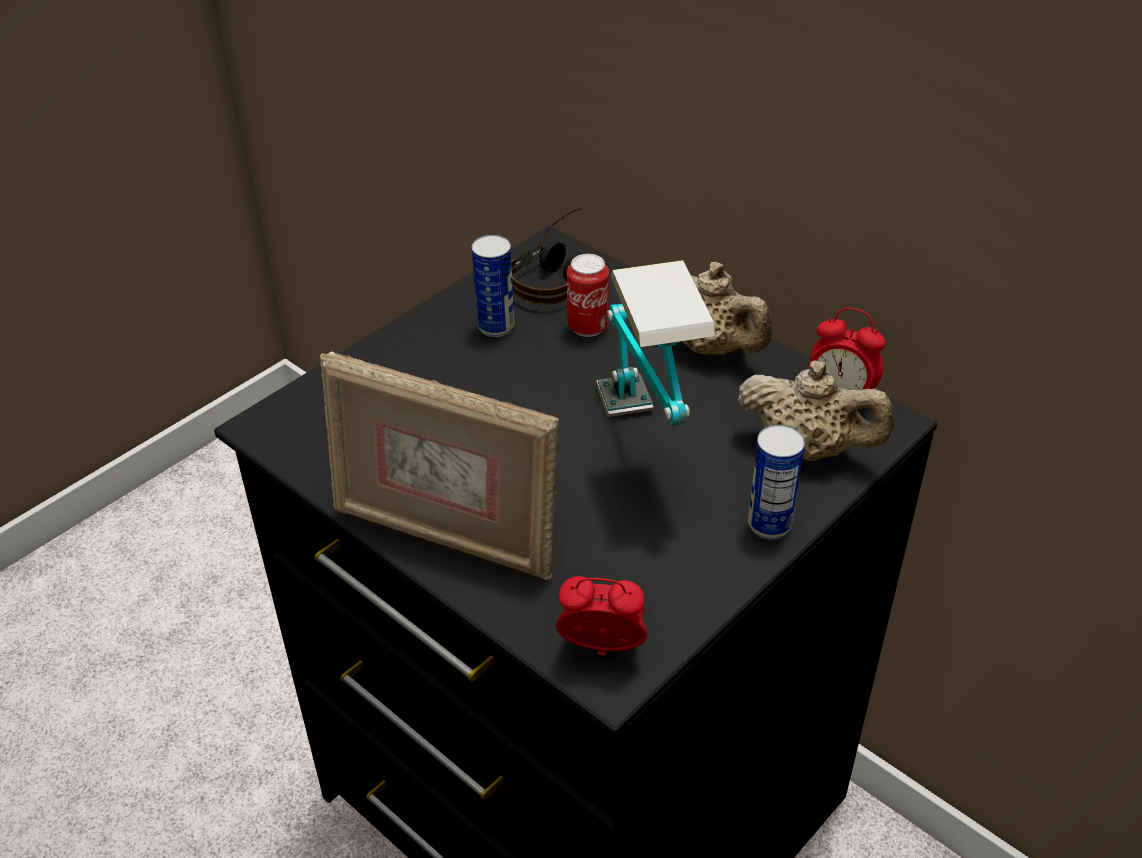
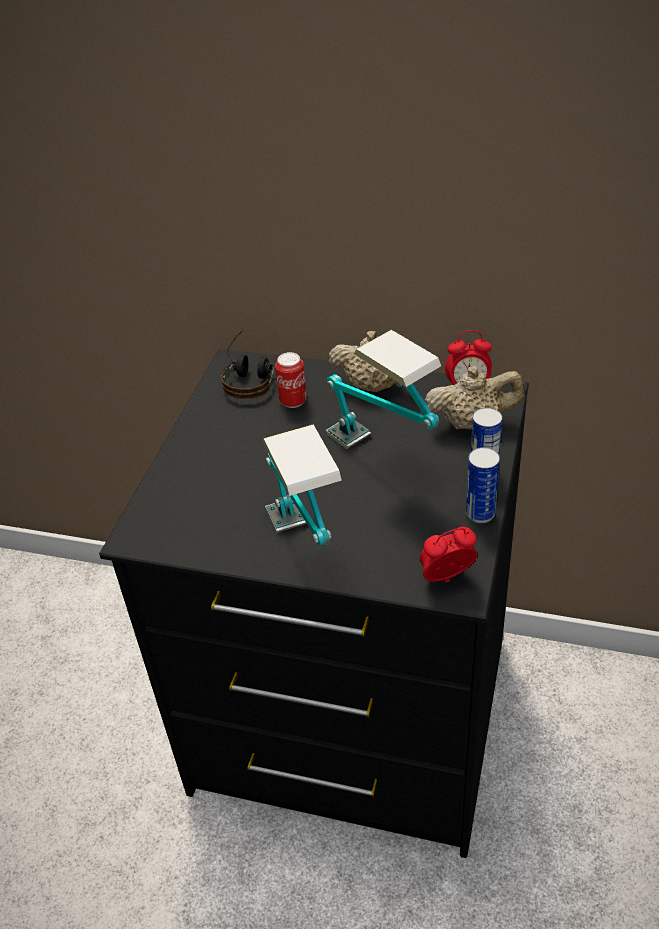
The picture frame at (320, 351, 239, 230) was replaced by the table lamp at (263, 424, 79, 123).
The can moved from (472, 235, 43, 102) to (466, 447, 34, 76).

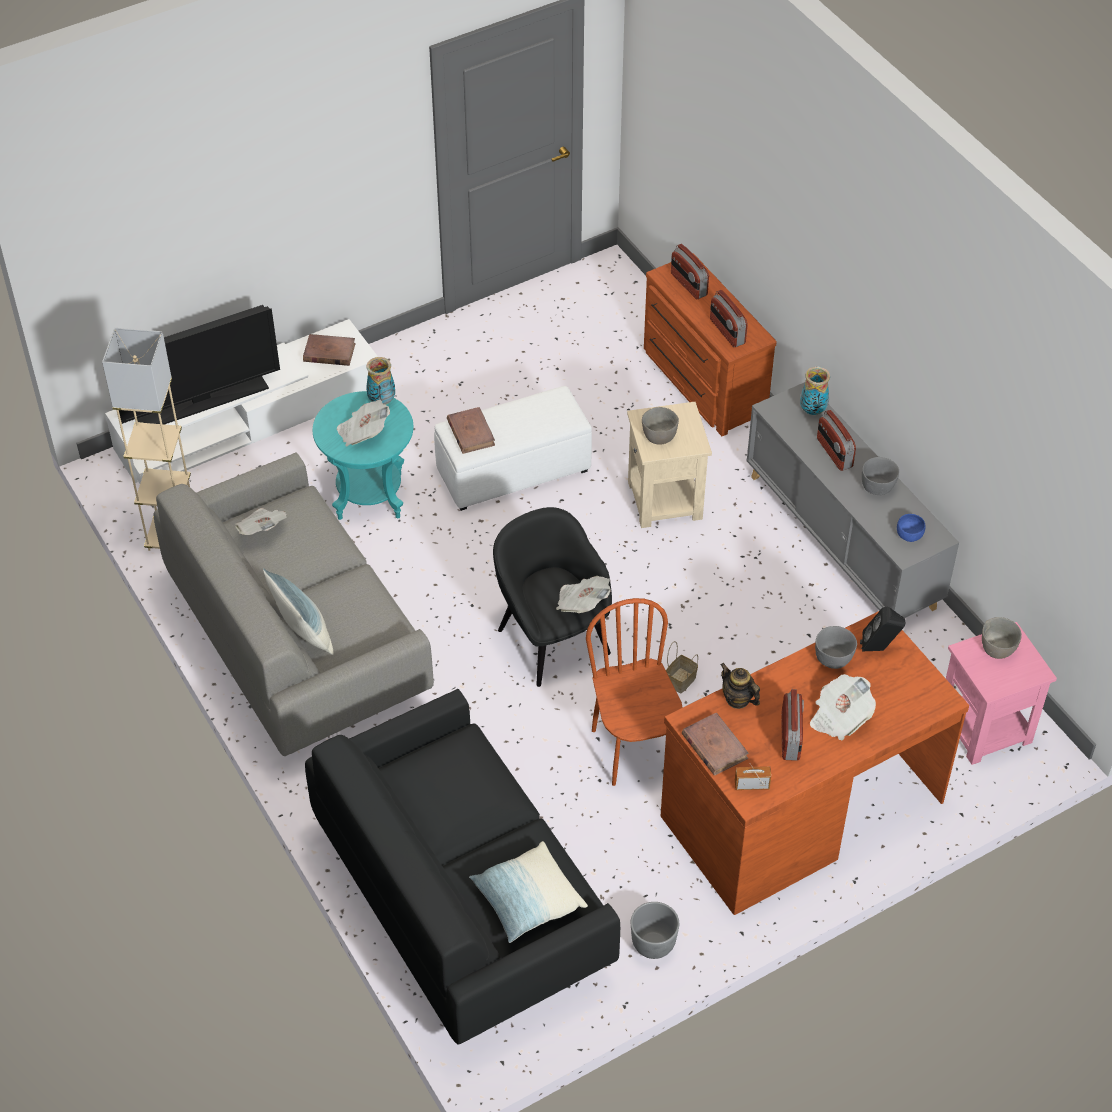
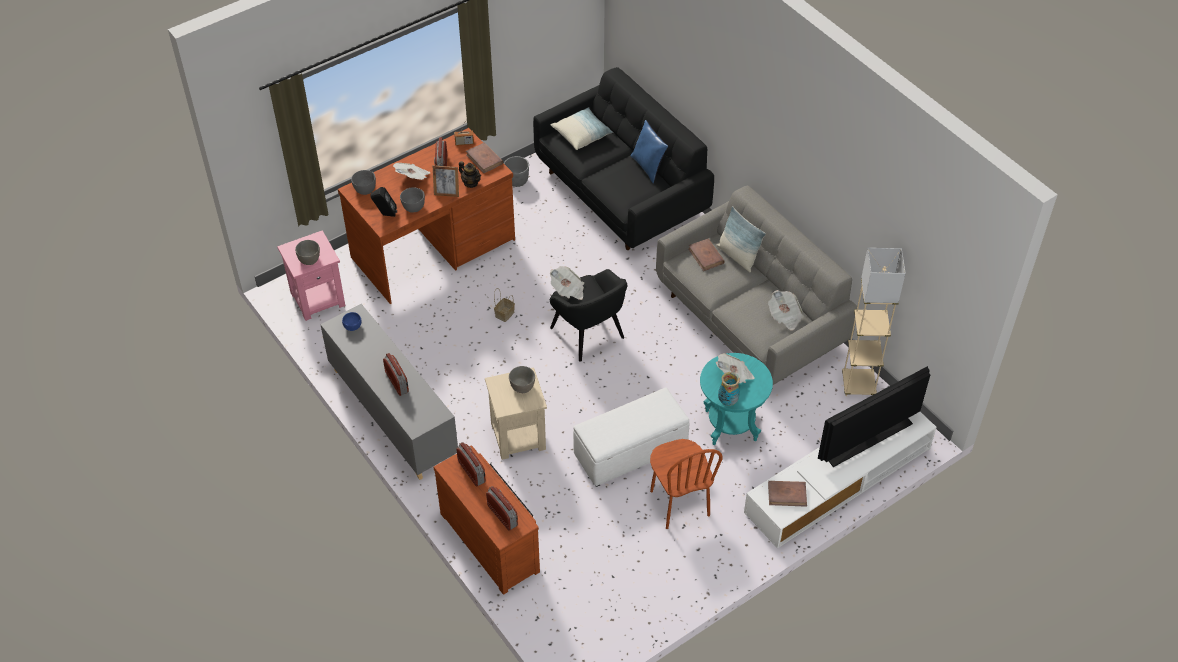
The book (brown) moved from (447, 407, 48, 47) to (688, 238, 37, 33).
The chair (brown) moved from (586, 598, 97, 188) to (650, 439, 72, 90).
The vase at (800, 367, 30, 48) disappeared.
The bowl (grey) moved from (862, 457, 37, 38) to (351, 170, 25, 25).
The picture frame at (433, 165, 26, 32) appeared.
The pillow (blue) at (631, 120, 37, 64) appeared.

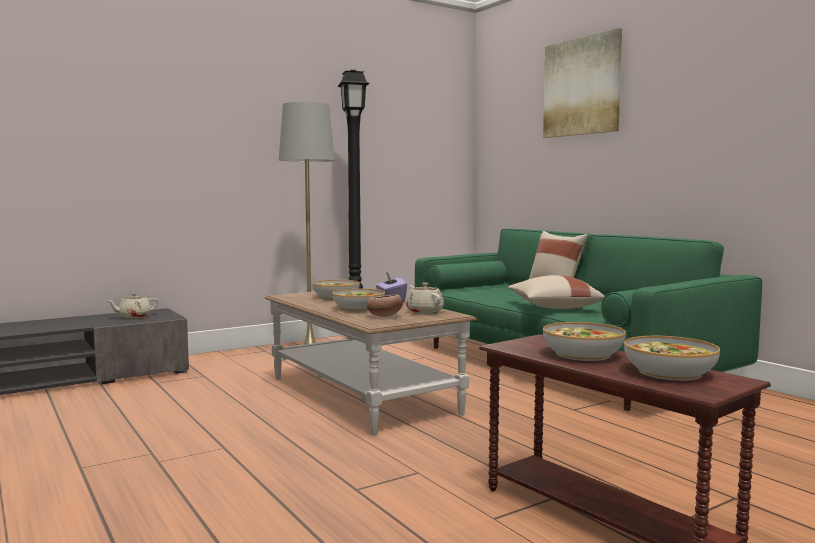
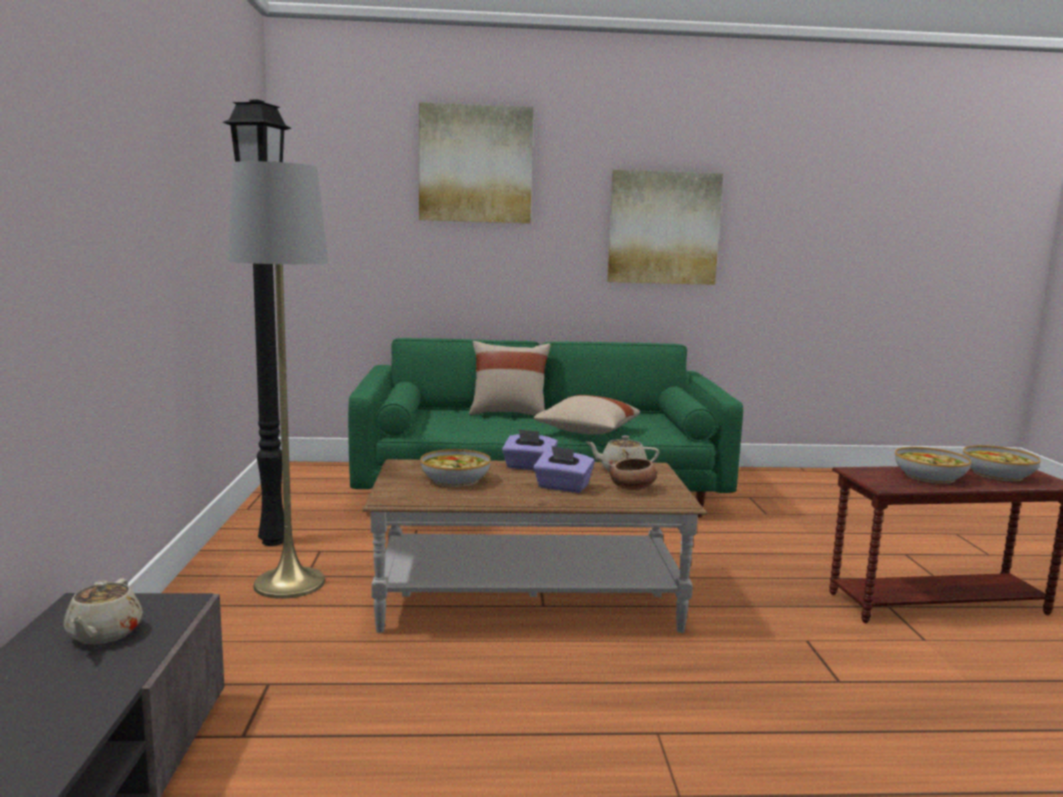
The bowl at (332, 288, 53, 24) was replaced by the tissue box (purple) at (533, 446, 62, 47).
The picture at (607, 170, 116, 115) appeared.

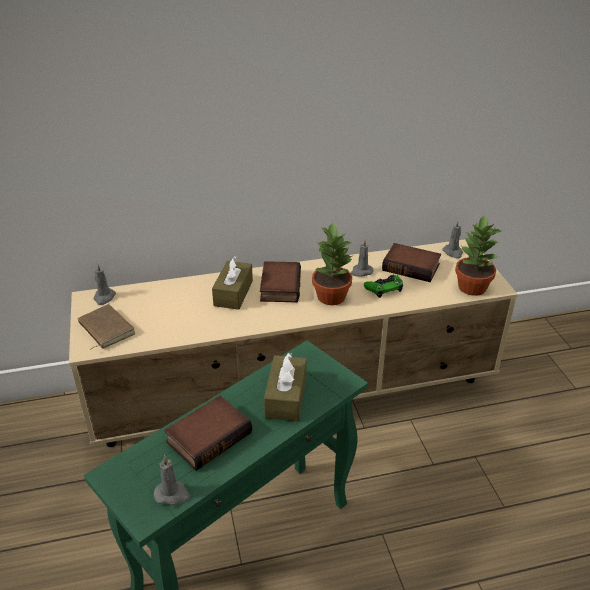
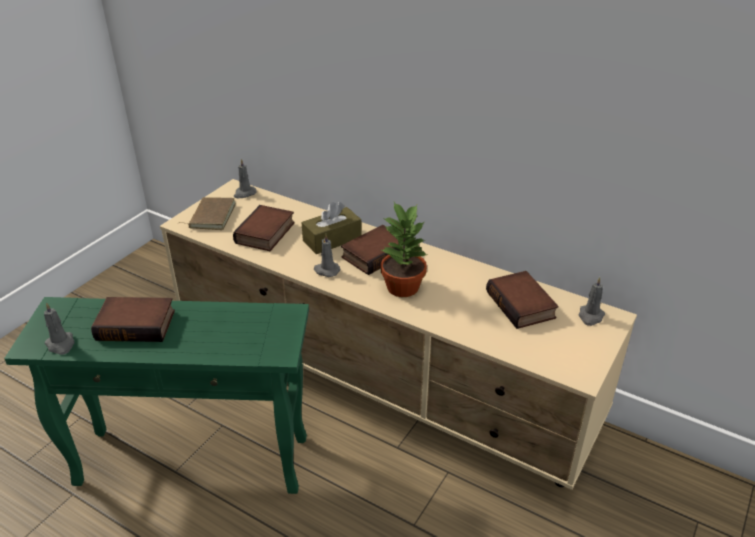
The tissue box (brown) at (264, 353, 43, 68) disappeared.
The candle (grey) moved from (351, 239, 23, 38) to (314, 233, 27, 44).
The game controller (green) at (364, 275, 39, 23) disappeared.
The potted plant at (455, 214, 48, 82) disappeared.
The book at (233, 205, 61, 46) appeared.

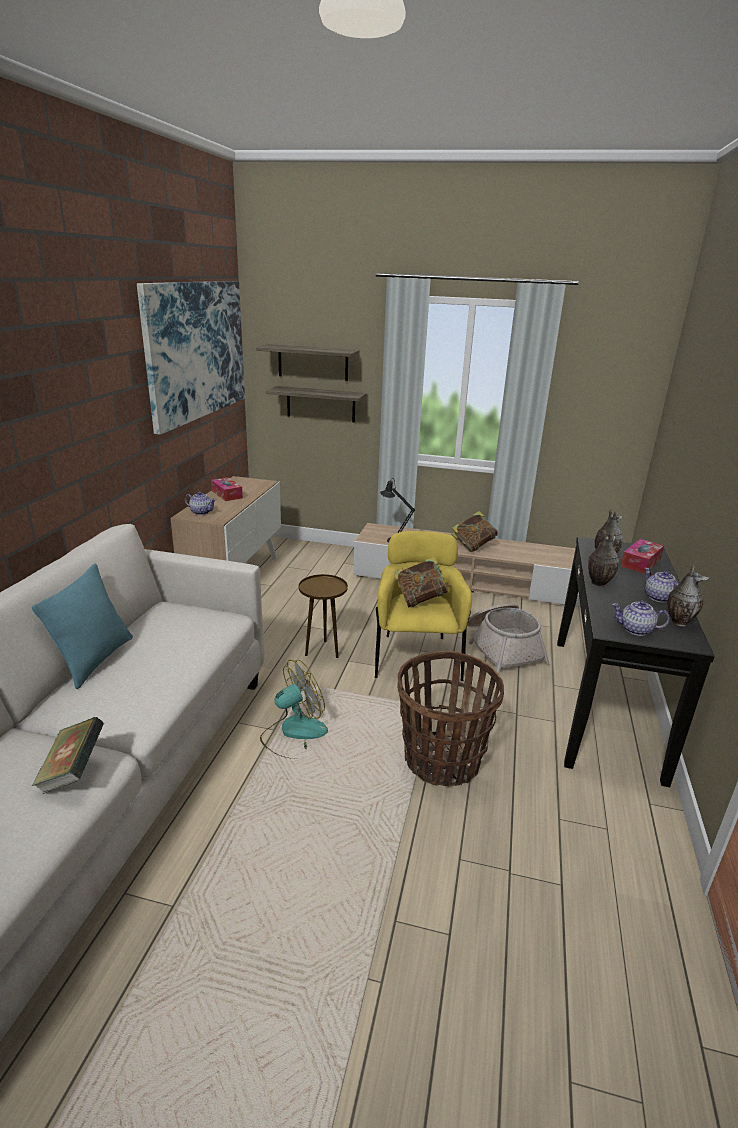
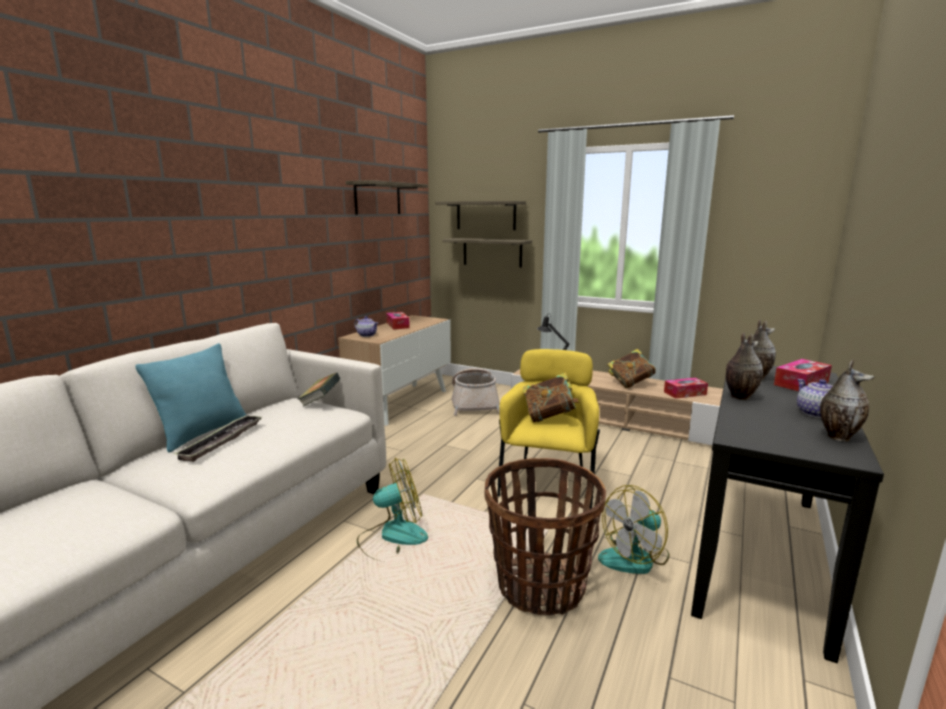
The book moved from (32, 717, 72, 77) to (298, 373, 42, 33).
The picture at (137, 281, 108, 154) was replaced by the shelf at (346, 180, 82, 35).
The side table (brown) at (299, 574, 49, 84) disappeared.
The basket moved from (467, 603, 82, 71) to (451, 368, 49, 48).
The teapot at (612, 601, 58, 35) disappeared.
The tray at (174, 415, 88, 47) appeared.
The fan at (598, 485, 71, 89) appeared.
The tissue box at (664, 378, 44, 20) appeared.

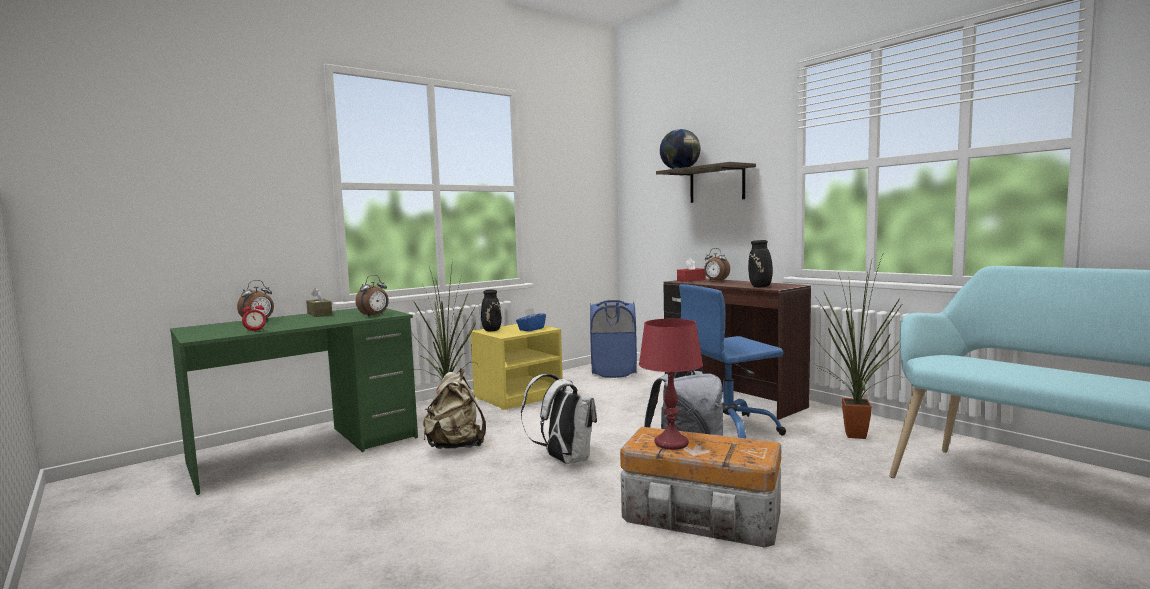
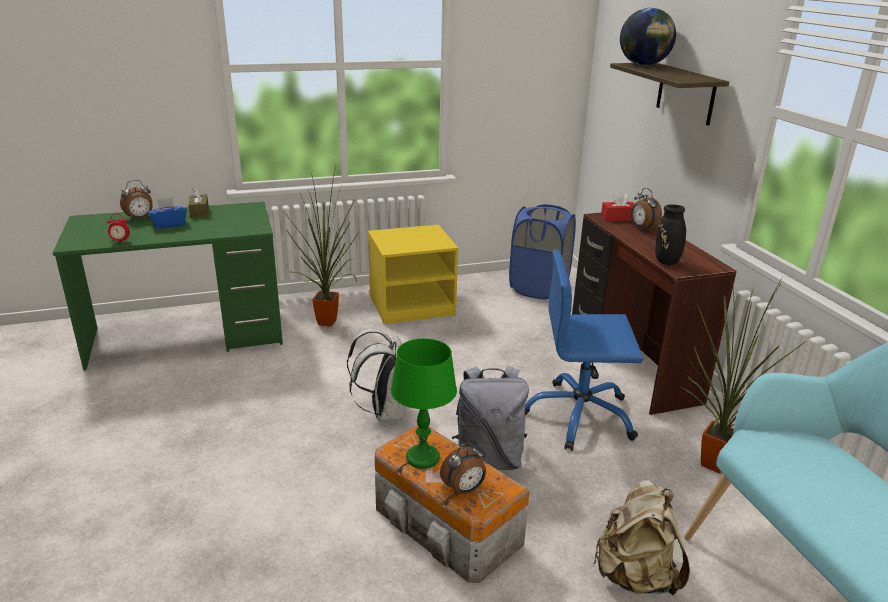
The alarm clock moved from (356, 275, 33, 42) to (440, 441, 46, 54).
The backpack (beige) moved from (423, 368, 63, 81) to (593, 480, 97, 115).
The vase (black) at (481, 290, 21, 42) disappeared.
The tissue box (blue) moved from (516, 308, 30, 23) to (148, 197, 39, 32).
The table lamp (red) at (639, 319, 64, 131) became the table lamp (green) at (391, 338, 66, 131).

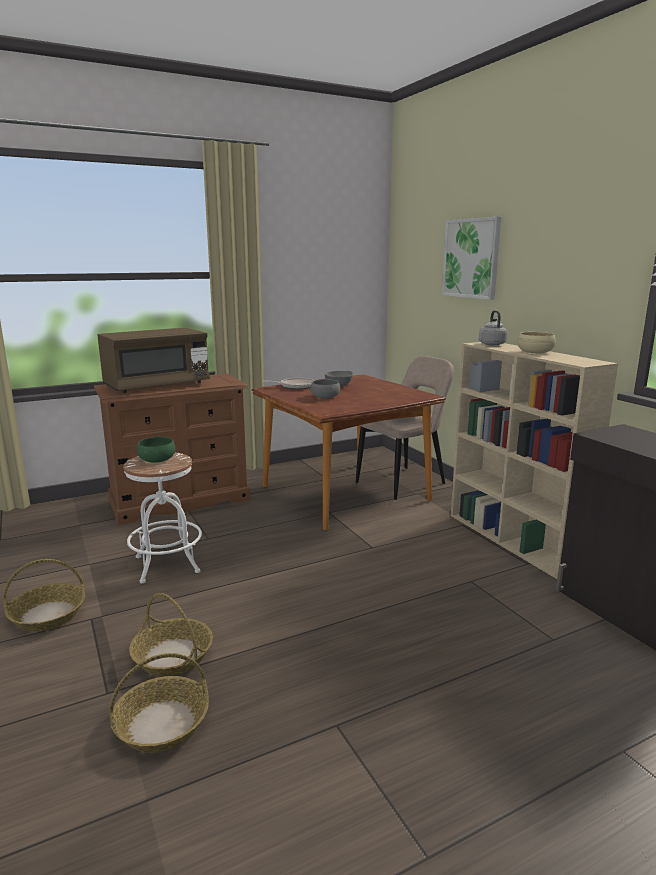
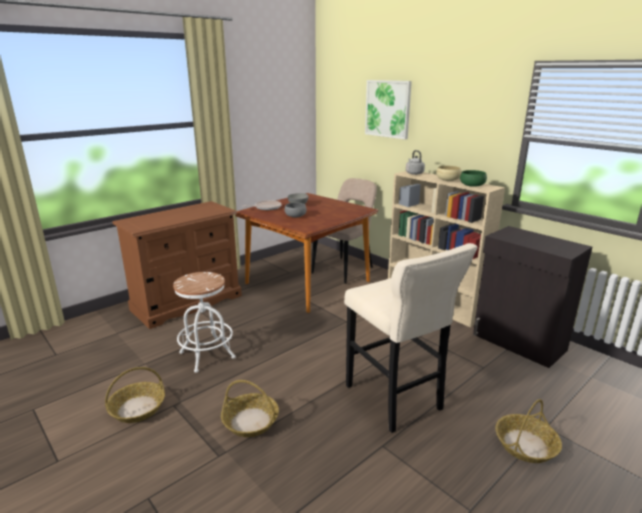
The microwave (brown) at (97, 328, 113, 65) disappeared.
The basket moved from (109, 653, 100, 100) to (495, 399, 67, 64).
The bowl (green) moved from (137, 437, 39, 26) to (460, 170, 27, 17).
The stool (beige) at (344, 243, 134, 190) appeared.

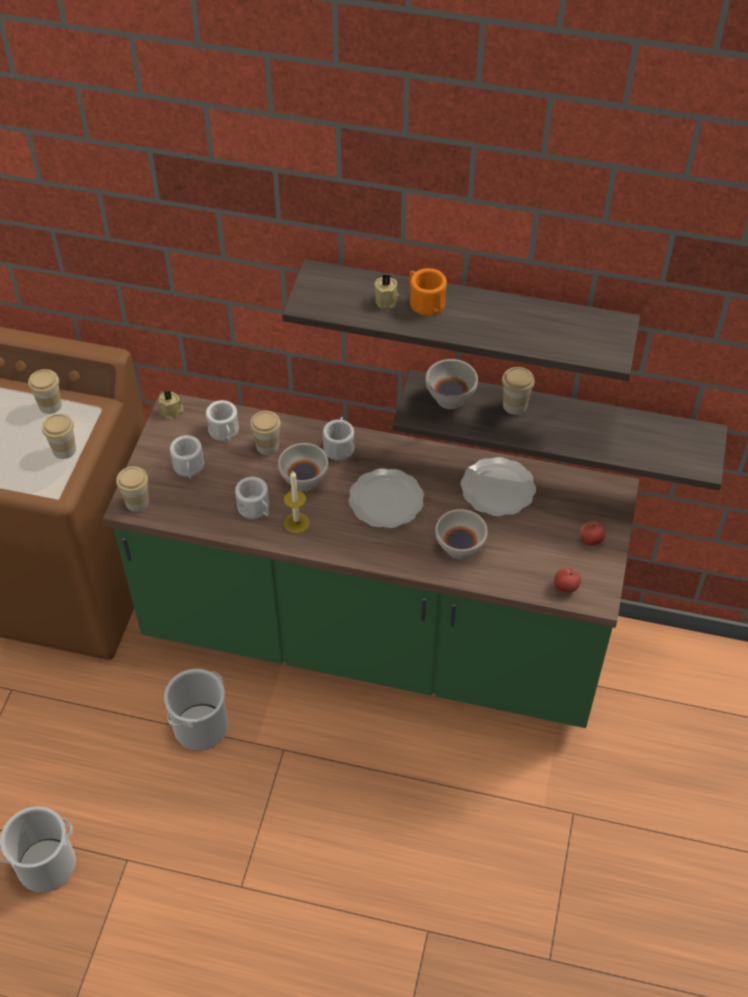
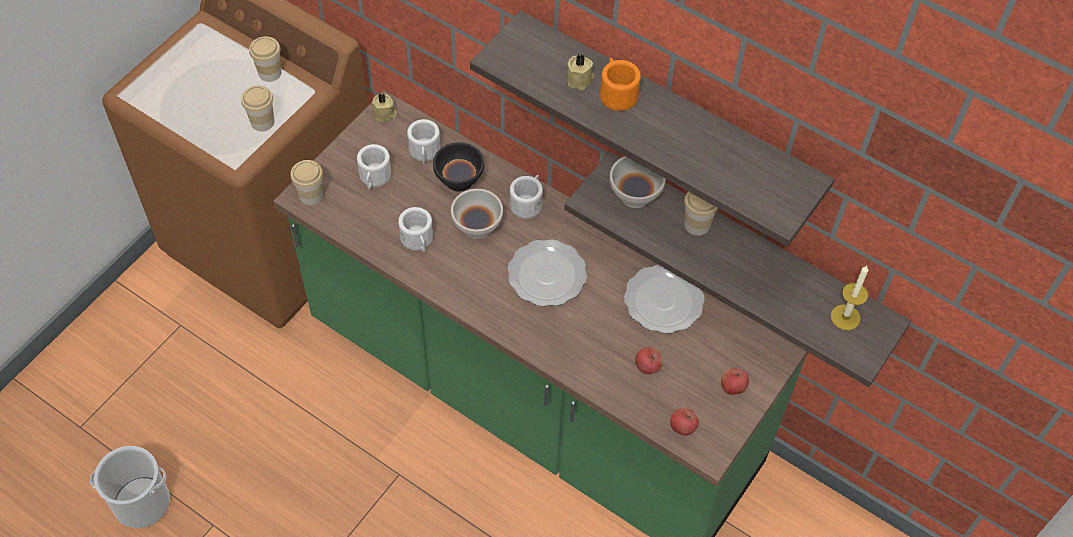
The bucket at (164, 669, 64, 82) disappeared.
The cup at (250, 411, 31, 44) was replaced by the bowl (black) at (433, 142, 51, 50).
The candle moved from (284, 471, 26, 63) to (831, 266, 37, 64).
The bowl (white) at (435, 509, 53, 50) disappeared.
The apple at (635, 347, 27, 27) appeared.

